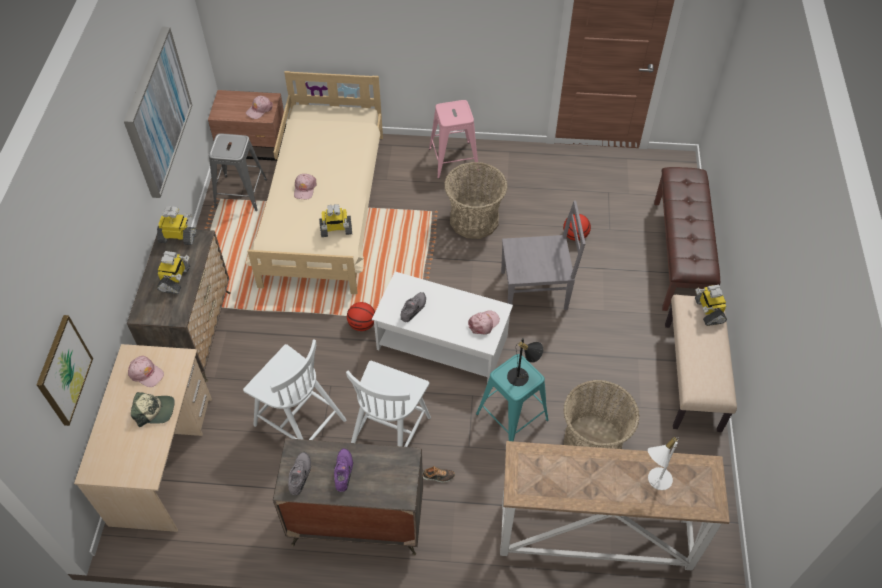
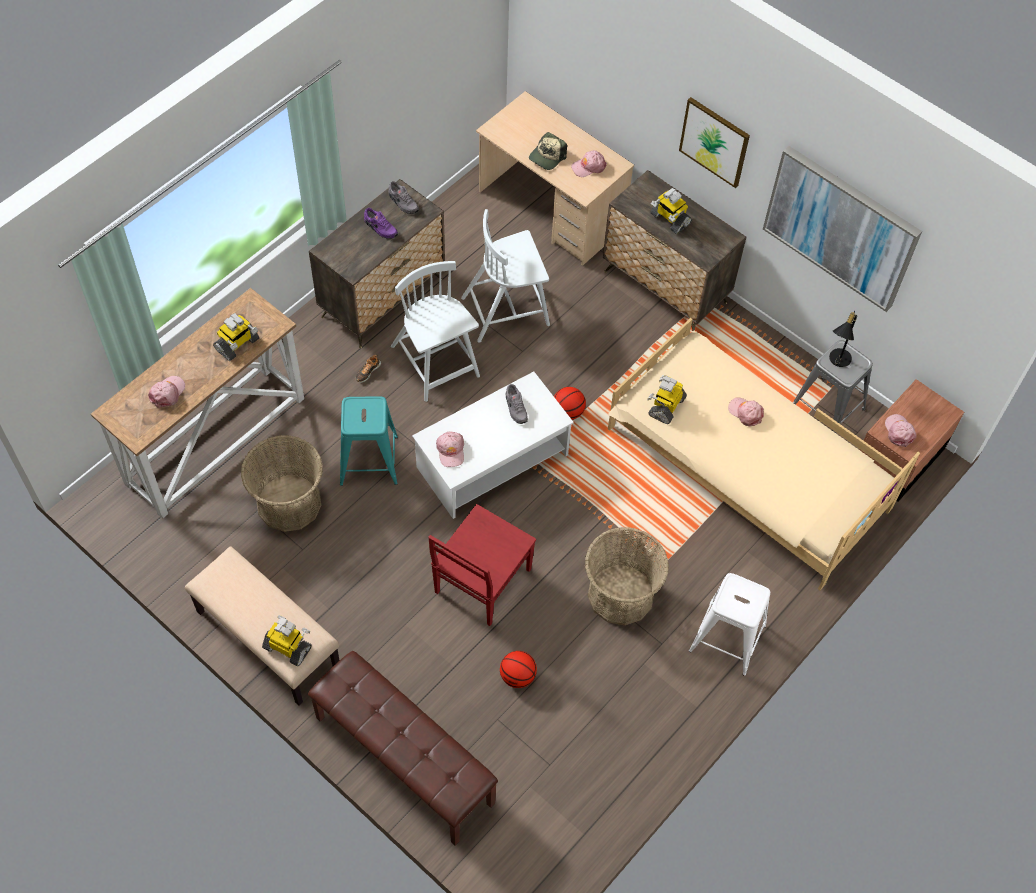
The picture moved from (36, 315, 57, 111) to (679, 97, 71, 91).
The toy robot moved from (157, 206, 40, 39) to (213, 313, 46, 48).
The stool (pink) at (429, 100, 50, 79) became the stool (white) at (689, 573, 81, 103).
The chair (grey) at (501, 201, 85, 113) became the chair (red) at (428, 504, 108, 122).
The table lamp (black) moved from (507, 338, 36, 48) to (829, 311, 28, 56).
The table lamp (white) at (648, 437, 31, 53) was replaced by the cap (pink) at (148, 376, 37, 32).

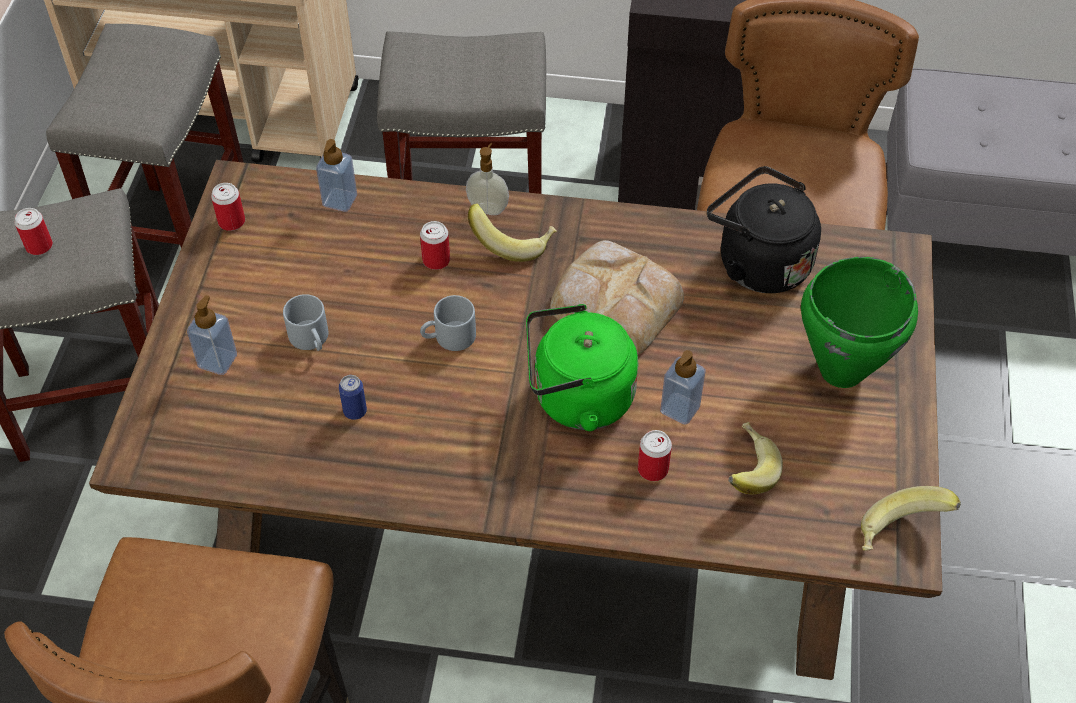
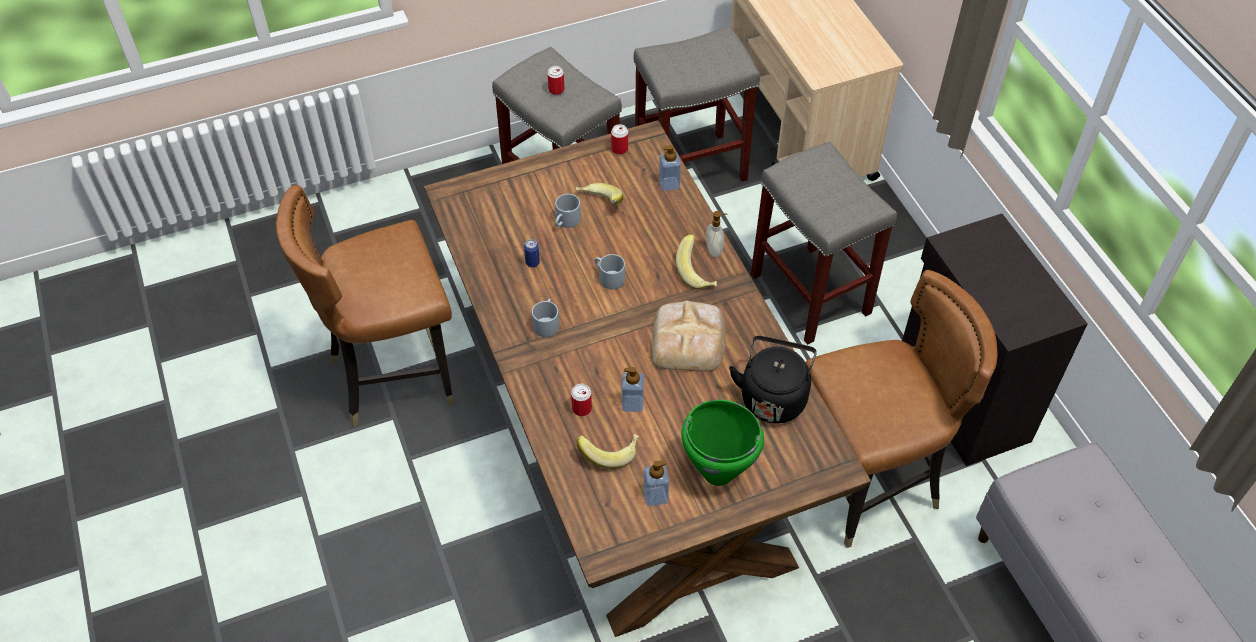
The soap dispenser moved from (187, 295, 50, 80) to (644, 461, 25, 45).
The can at (420, 221, 30, 49) disappeared.
The kettle (green) at (526, 304, 112, 127) disappeared.
The banana moved from (861, 486, 99, 64) to (575, 183, 48, 21).
The mug (grey) at (532, 299, 27, 38) appeared.

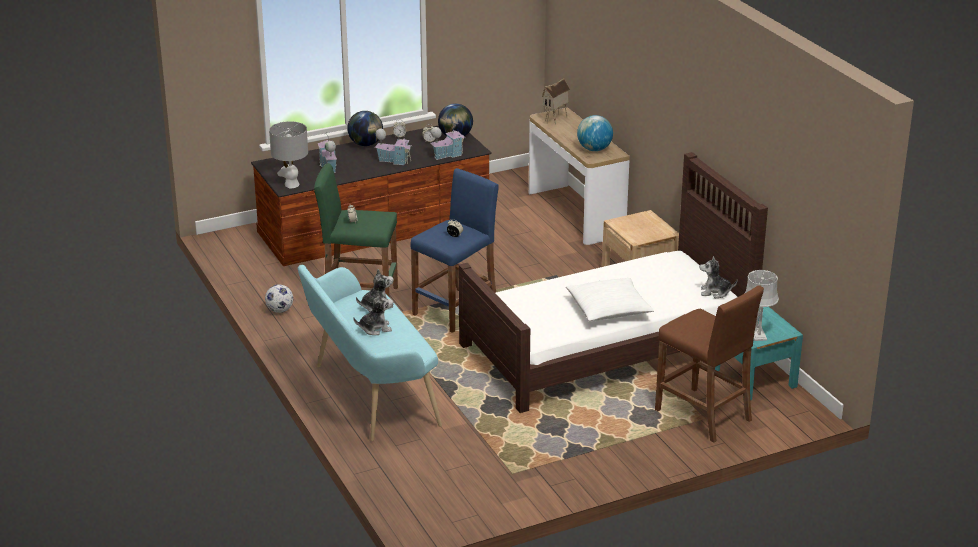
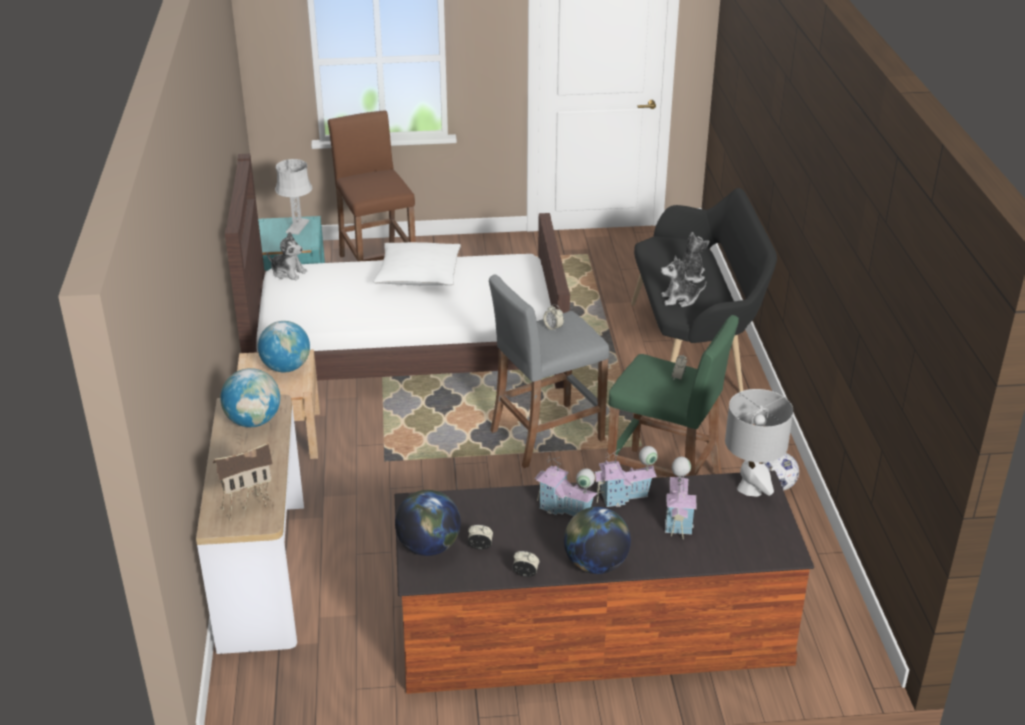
The bench (turquoise) at (298, 265, 144, 176) became the bench (black) at (631, 188, 146, 204).
The plush toy at (353, 291, 40, 44) turned 105 degrees clockwise.
The stool (blue) at (410, 168, 89, 165) became the stool (grey) at (489, 274, 121, 194).
The toy house moved from (431, 122, 35, 38) to (593, 446, 65, 61).
The globe at (258, 321, 52, 52) appeared.

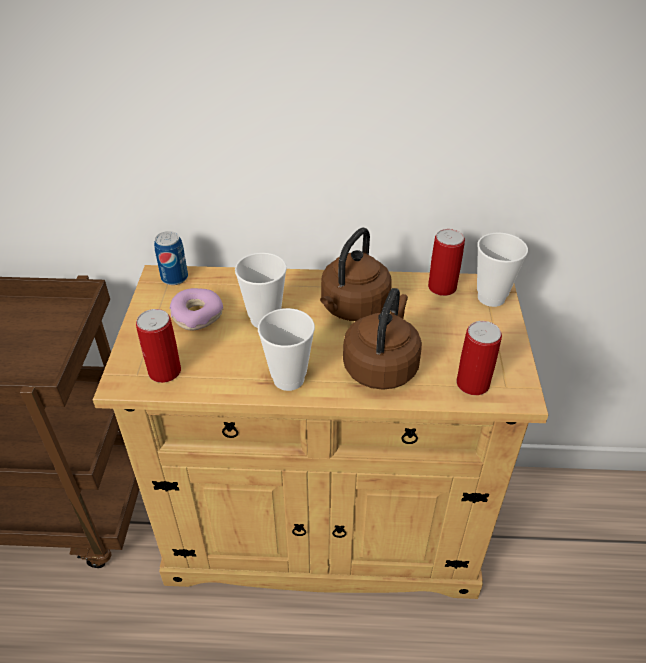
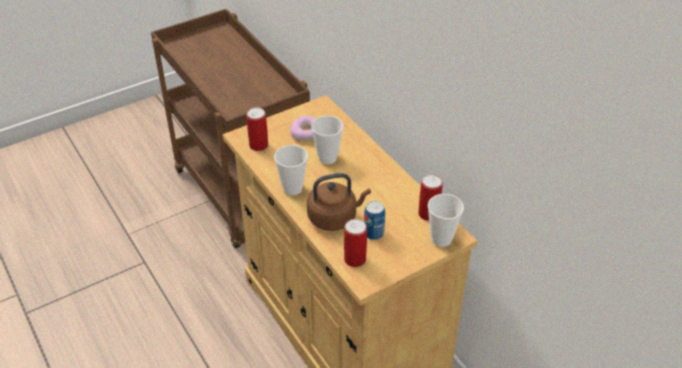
The can moved from (154, 231, 34, 54) to (364, 201, 21, 39).
The kettle (brown) at (320, 228, 72, 93) disappeared.

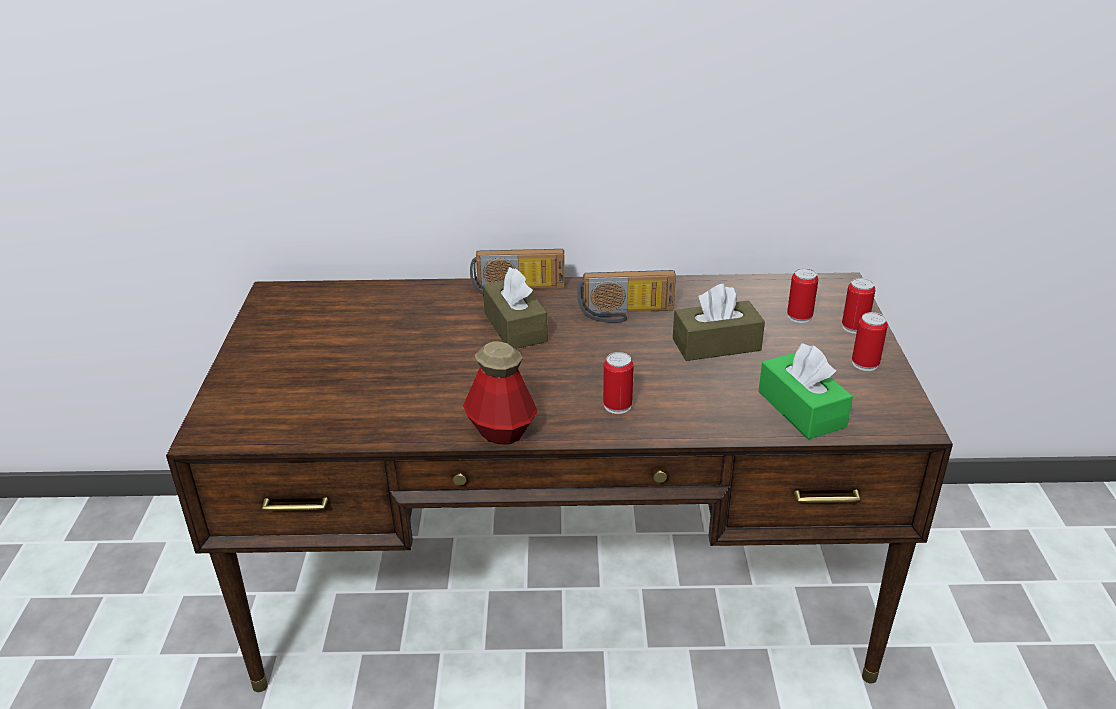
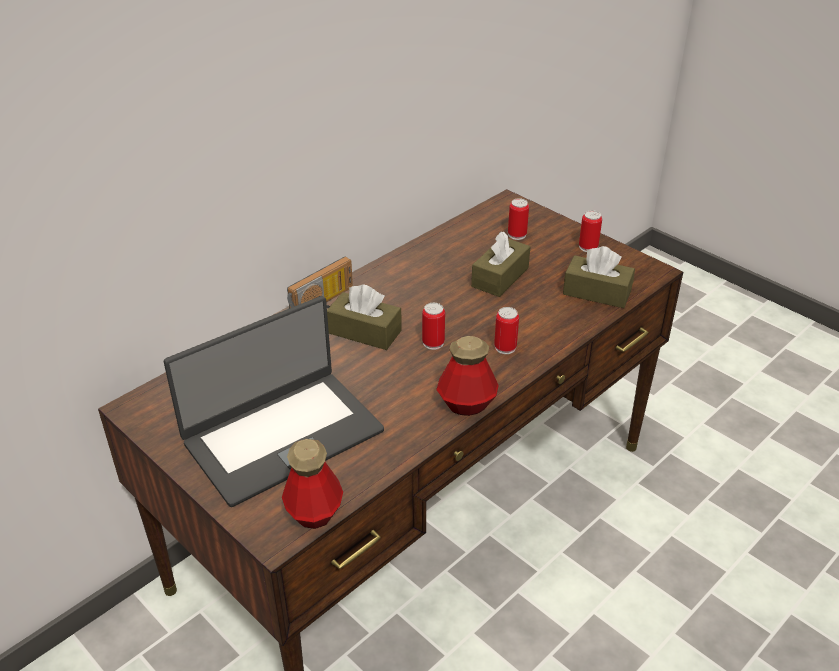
The radio at (577, 270, 99, 53) disappeared.
The tissue box (green) at (758, 343, 95, 97) became the tissue box (brown) at (563, 246, 72, 62).
The can moved from (842, 278, 33, 56) to (422, 303, 23, 47).
The laptop at (164, 296, 220, 211) appeared.
The bottle at (282, 439, 61, 90) appeared.

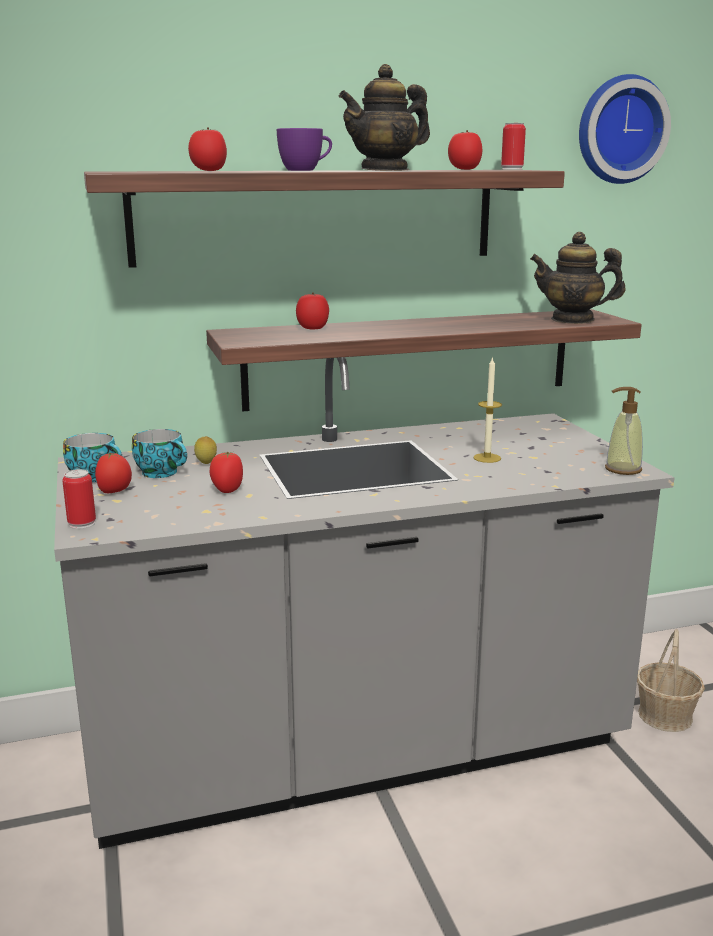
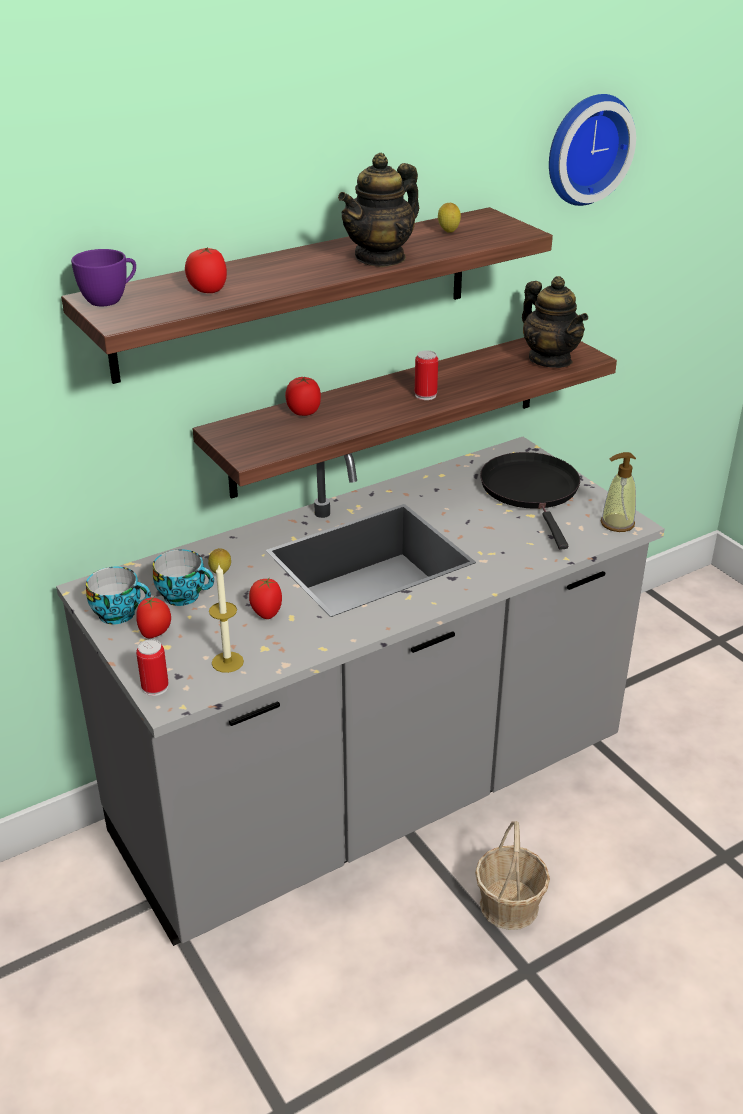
The cup (purple) moved from (277, 128, 55, 43) to (71, 249, 65, 57).
The tomato at (448, 130, 34, 40) was replaced by the lemon at (438, 203, 23, 30).
The candle moved from (473, 357, 29, 106) to (209, 565, 35, 108).
The can moved from (501, 123, 25, 47) to (415, 350, 23, 50).
The teapot at (530, 232, 95, 92) turned 120 degrees counterclockwise.
The basket moved from (637, 629, 68, 103) to (475, 821, 75, 109).
The frying pan (black) at (480, 452, 100, 97) appeared.

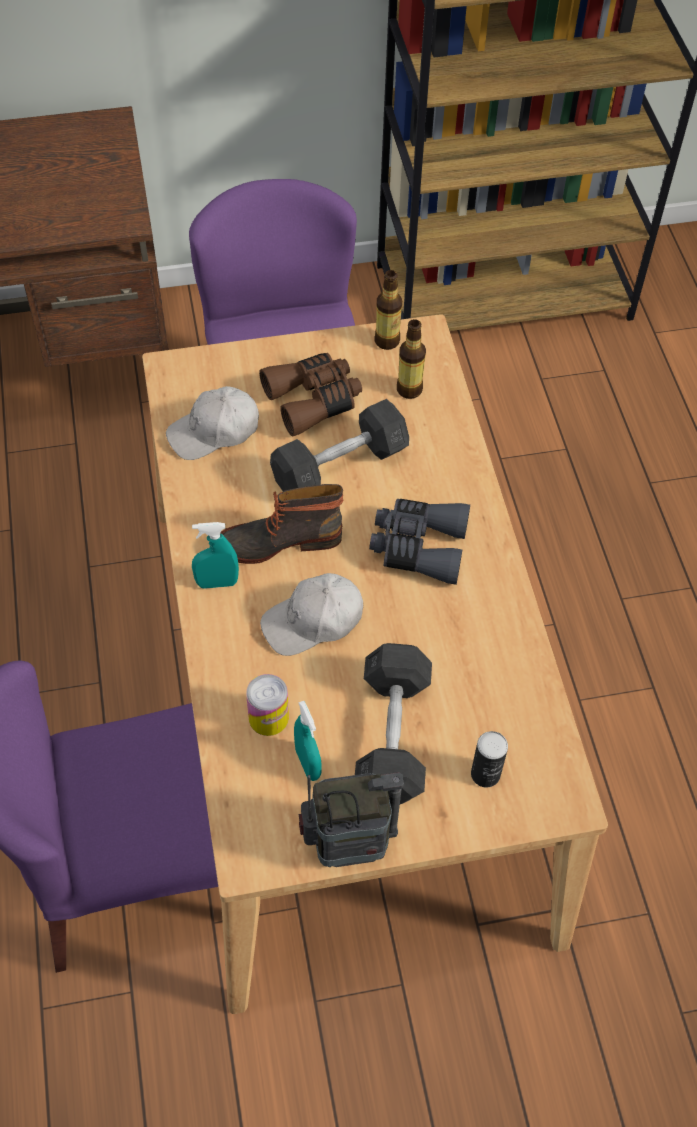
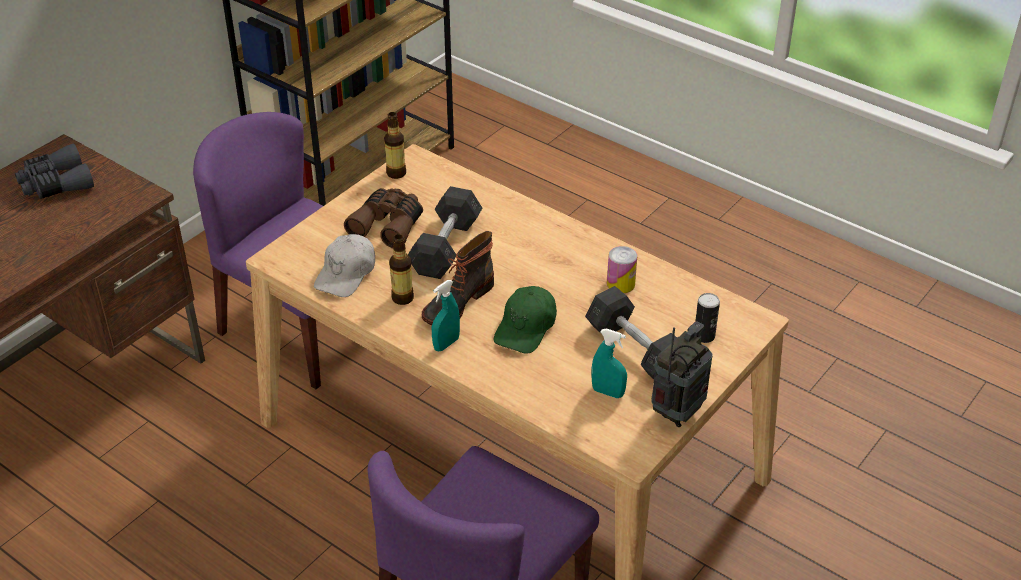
The can moved from (246, 674, 43, 62) to (607, 246, 30, 47).
The cap (white) at (260, 573, 103, 83) became the cap (green) at (494, 286, 63, 68).
The binoculars (grey) moved from (369, 499, 101, 86) to (15, 143, 79, 56).
The bottle moved from (397, 319, 29, 80) to (389, 234, 25, 71).

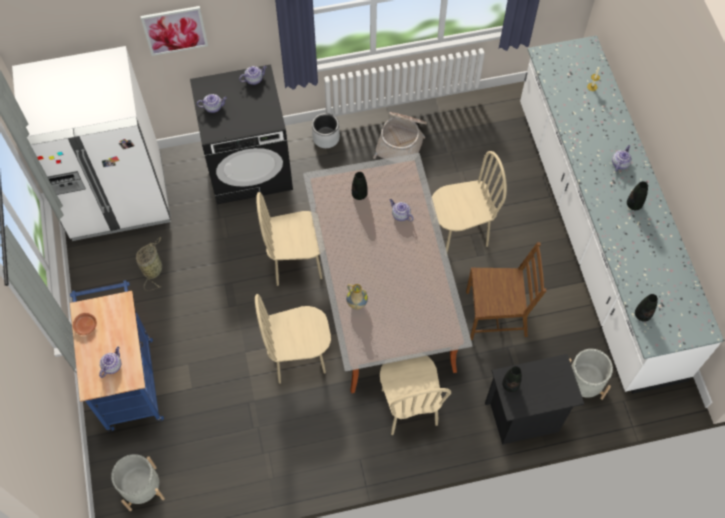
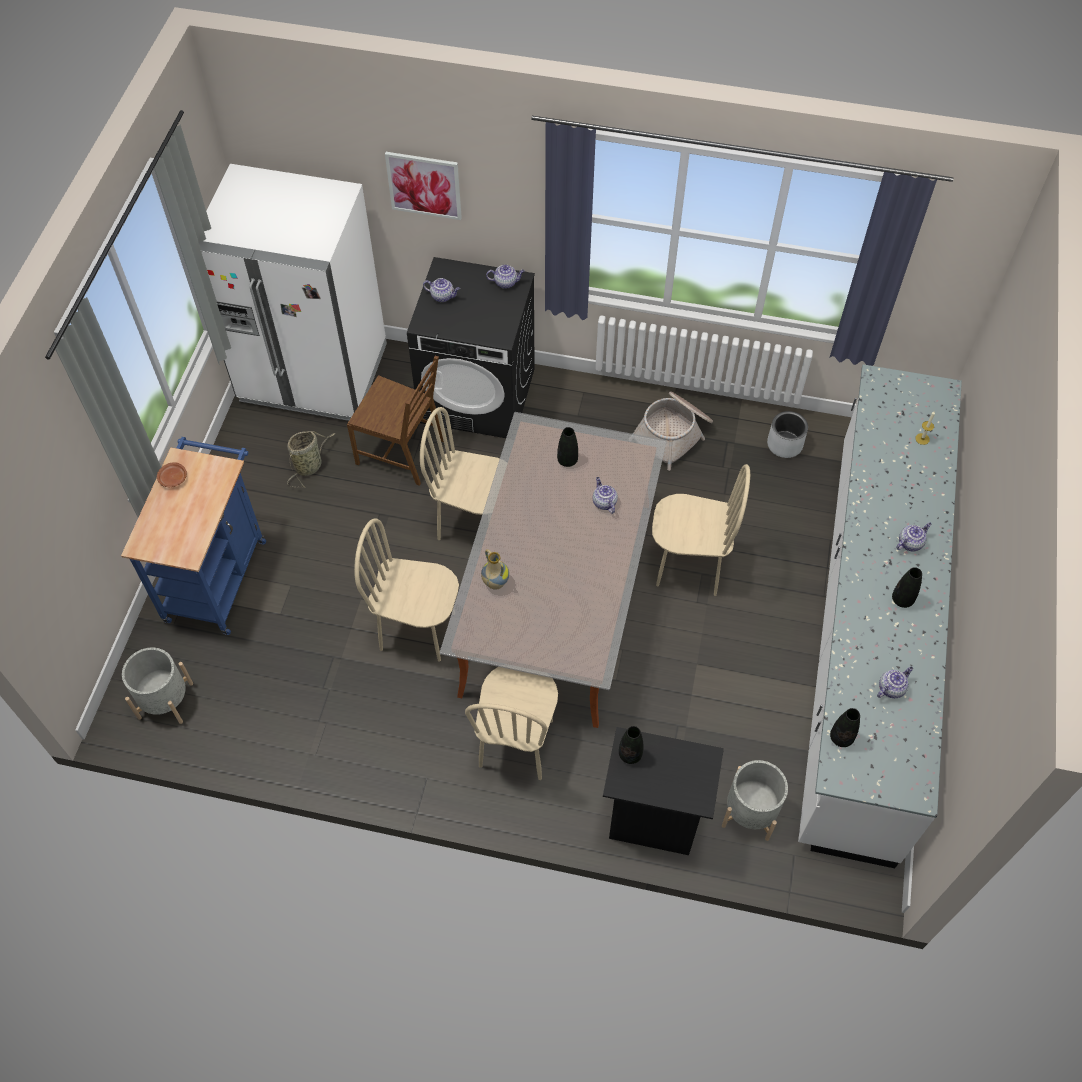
The teapot moved from (99, 346, 22, 32) to (877, 666, 36, 32).
The planter (grey) moved from (312, 113, 28, 35) to (767, 411, 41, 47).
The chair (brown) moved from (466, 242, 80, 98) to (347, 356, 97, 130).

